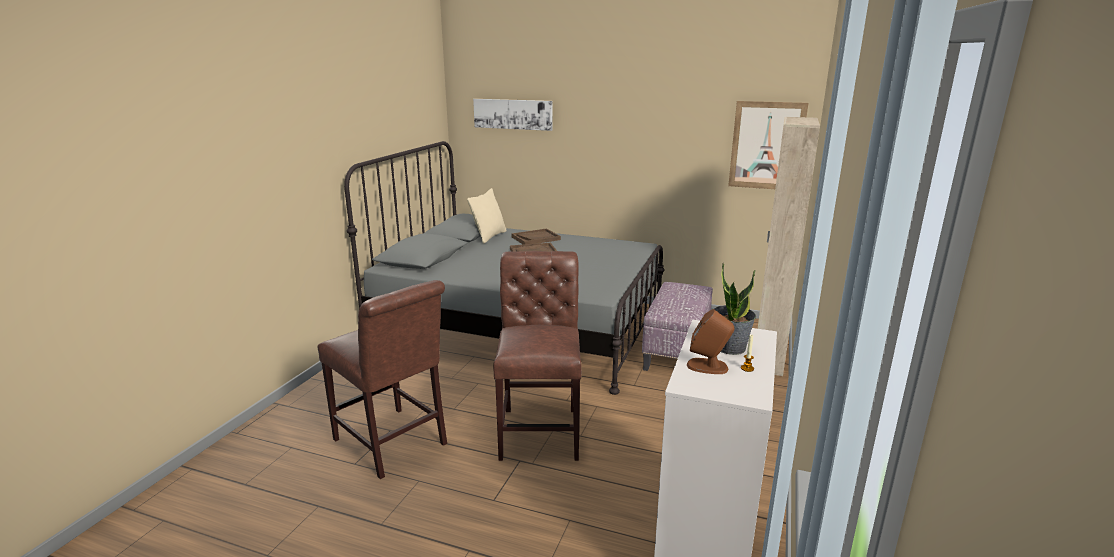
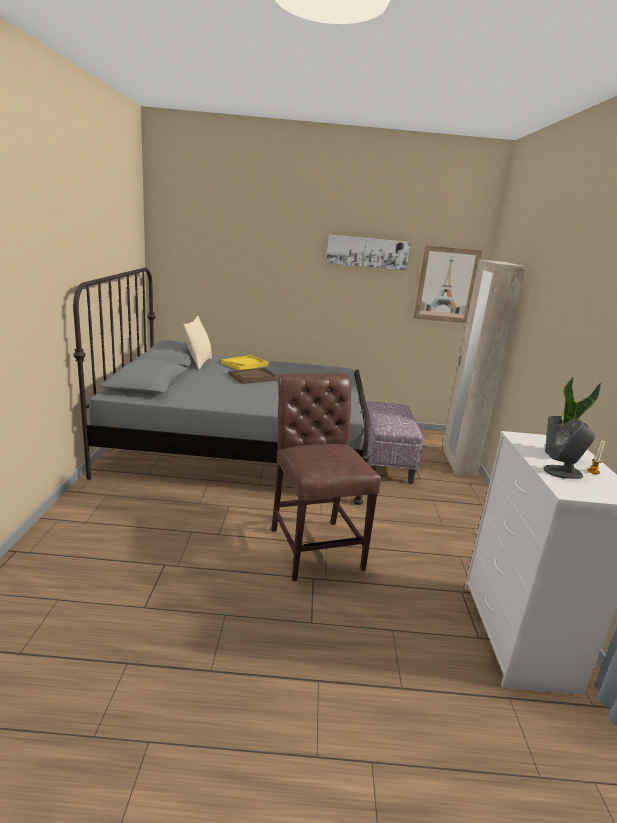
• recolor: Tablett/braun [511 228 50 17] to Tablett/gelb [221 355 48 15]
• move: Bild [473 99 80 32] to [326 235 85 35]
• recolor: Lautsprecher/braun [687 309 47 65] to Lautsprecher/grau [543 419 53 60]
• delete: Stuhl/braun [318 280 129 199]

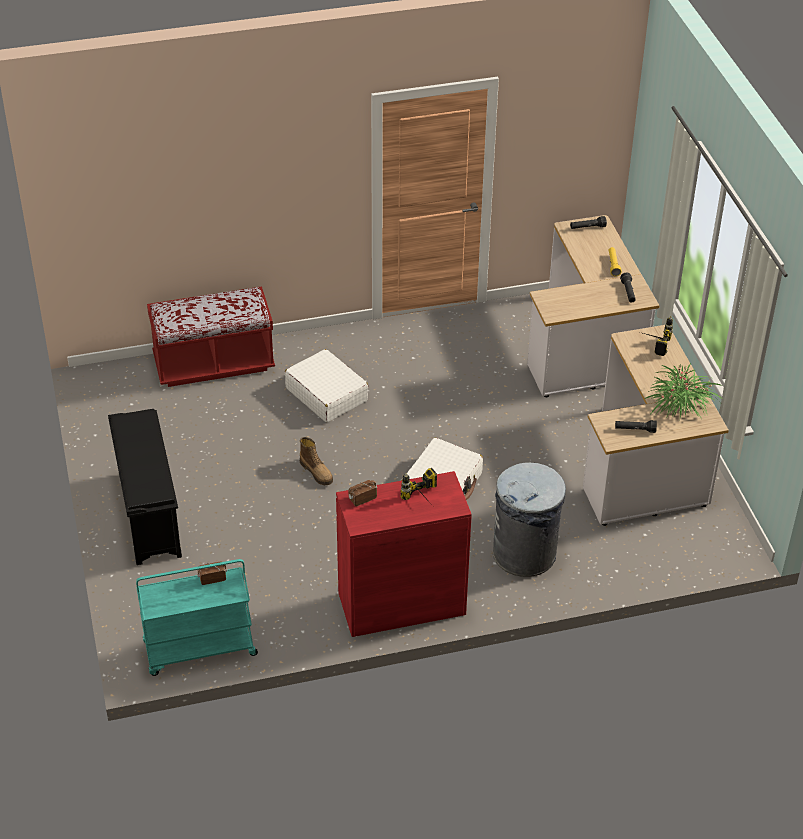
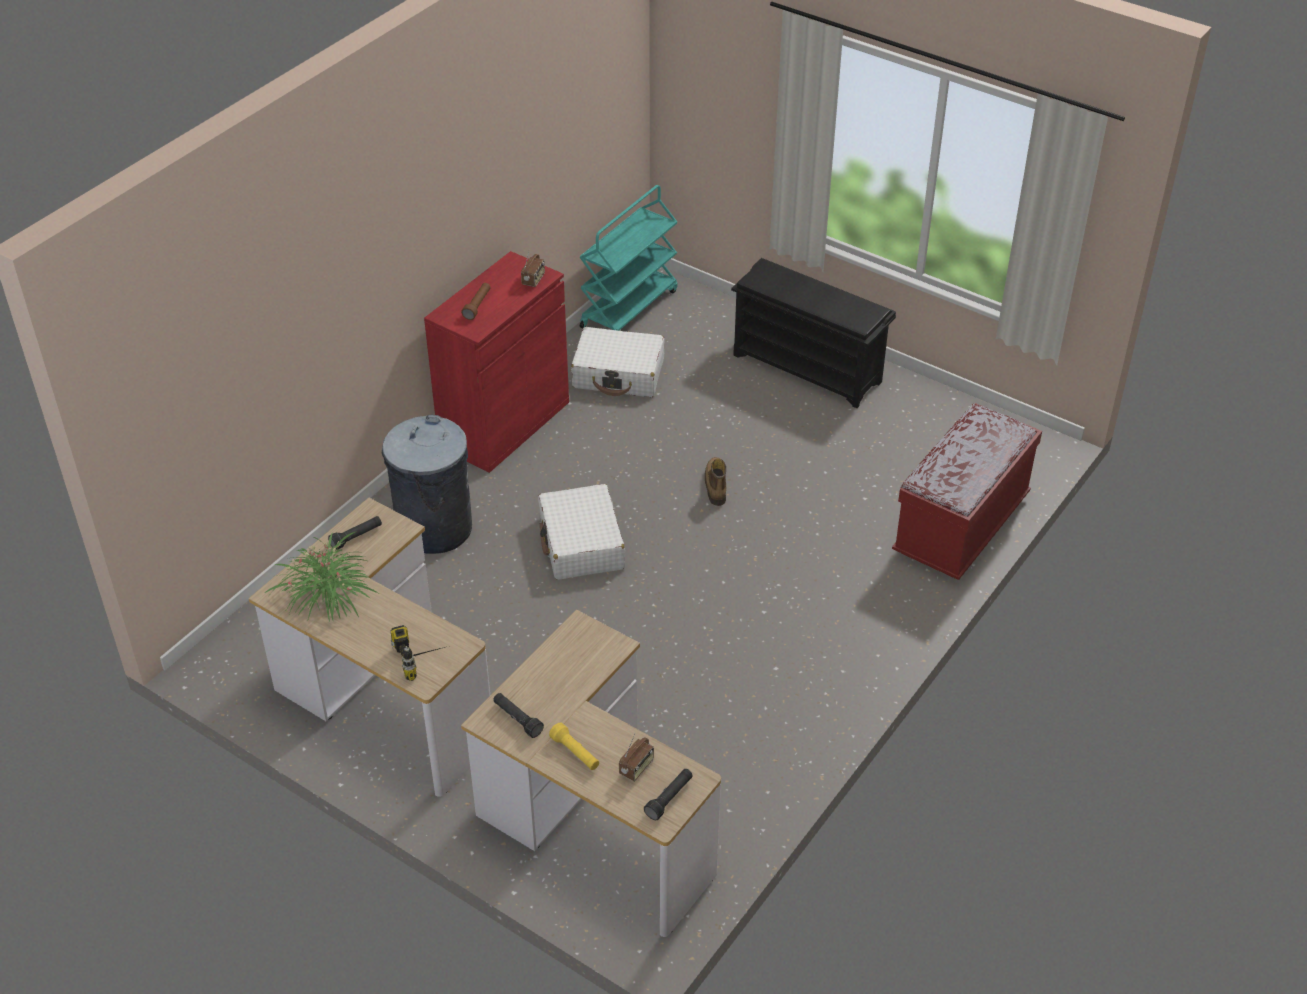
• replace: Bohrmaschine [400 468 37 36] to Taschenlampe/braun [461 283 30 37]
• move: Koffer/weiß [285 349 83 73] to [571 327 94 70]
• move: Radio [197 561 30 24] to [619 734 35 47]
• rotate: Stiefel [300 437 33 48] = [705 457 21 49] 75 degrees clockwise

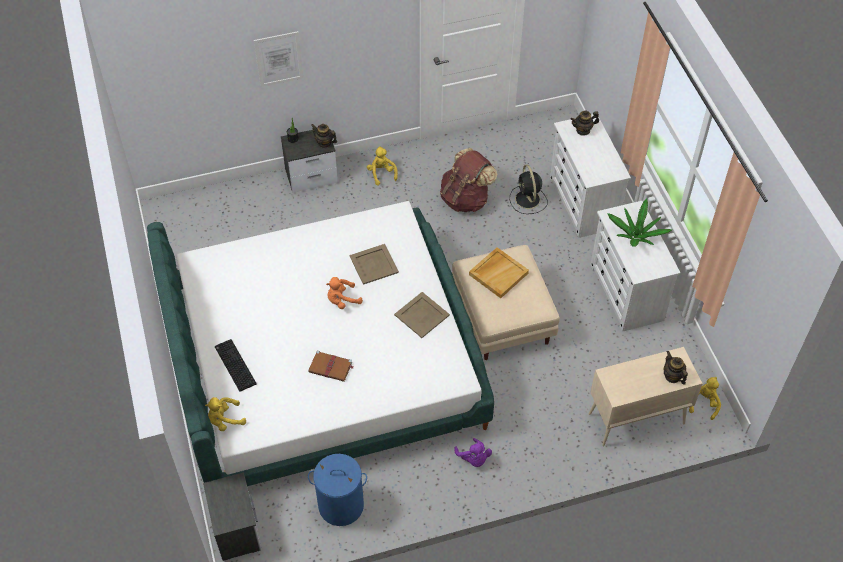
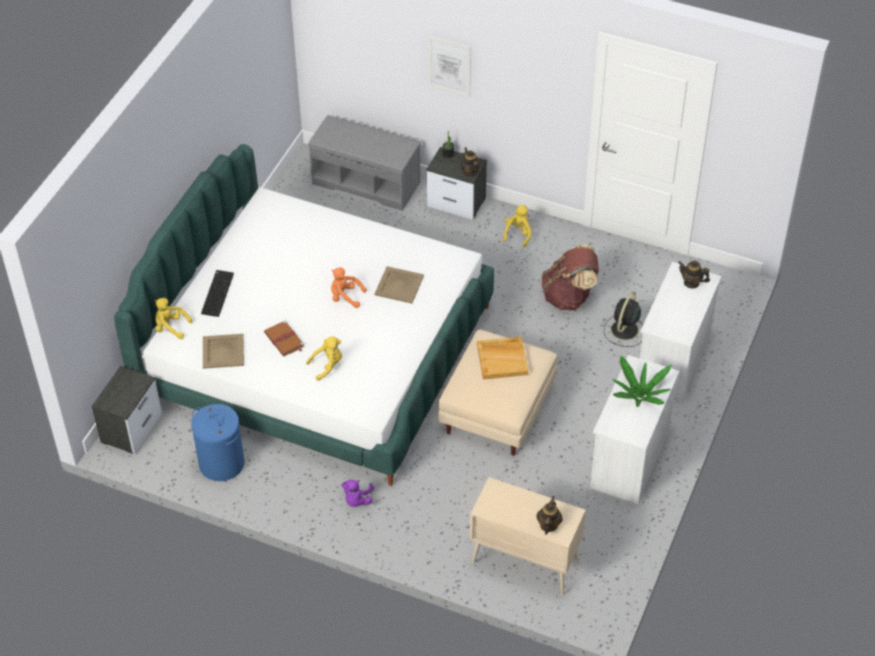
• move: Tablett/beige [394 292 56 46] to [203 334 41 35]
• move: Plüschtier/gelb [689 377 32 43] to [306 336 36 45]
• insert: Bank/grau [308 115 113 96]

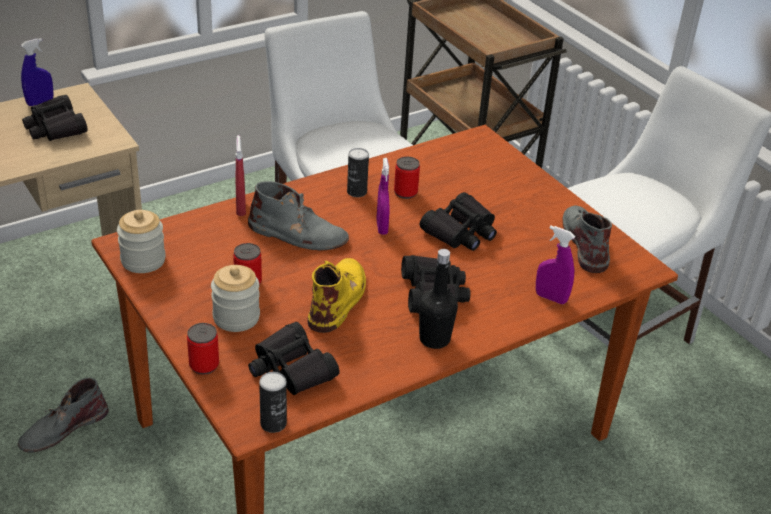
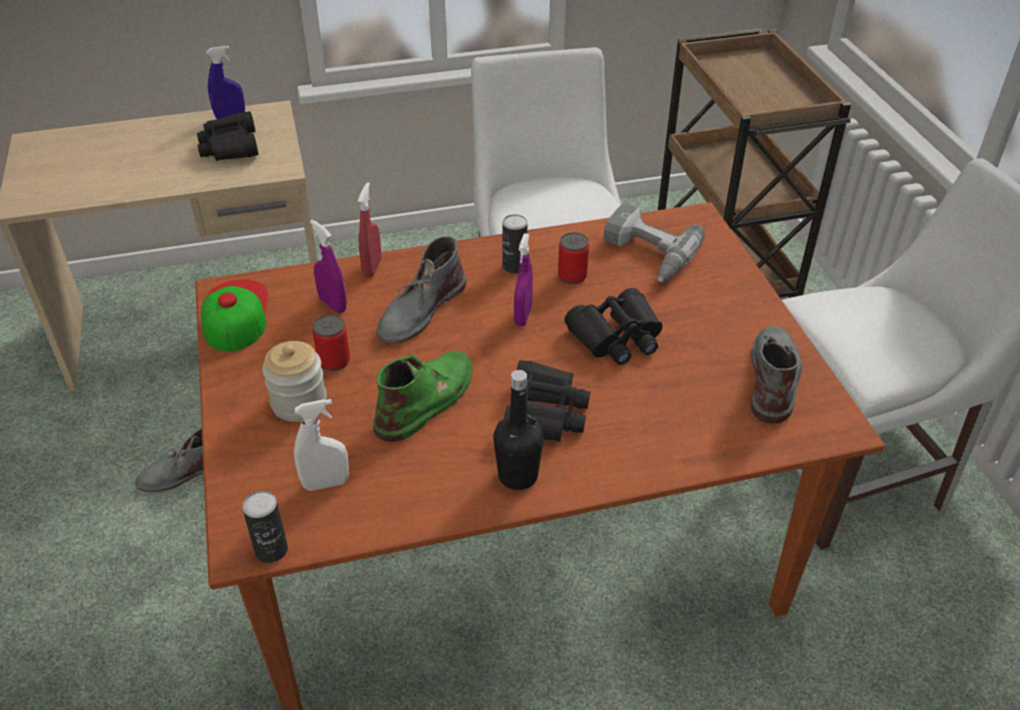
• replace: Vorratsglas [117 210 49 63] to Kappe [201 279 67 73]
• replace: Fernglas/schwarz [248 322 91 73] to Sprühflasche/weiß [294 399 55 92]
• move: Sprühflasche/lila [536 226 39 78] to [310 220 37 93]
• recolor: Stiefel/gelb [308 258 58 75] to Stiefel/grün [373 350 99 92]
• rotate: Stiefel/grau [248 181 101 70] = [376 236 90 108] 90 degrees clockwise
• insert: Bohrmaschine [603 203 102 79]
• delete: Dose [187 323 32 52]

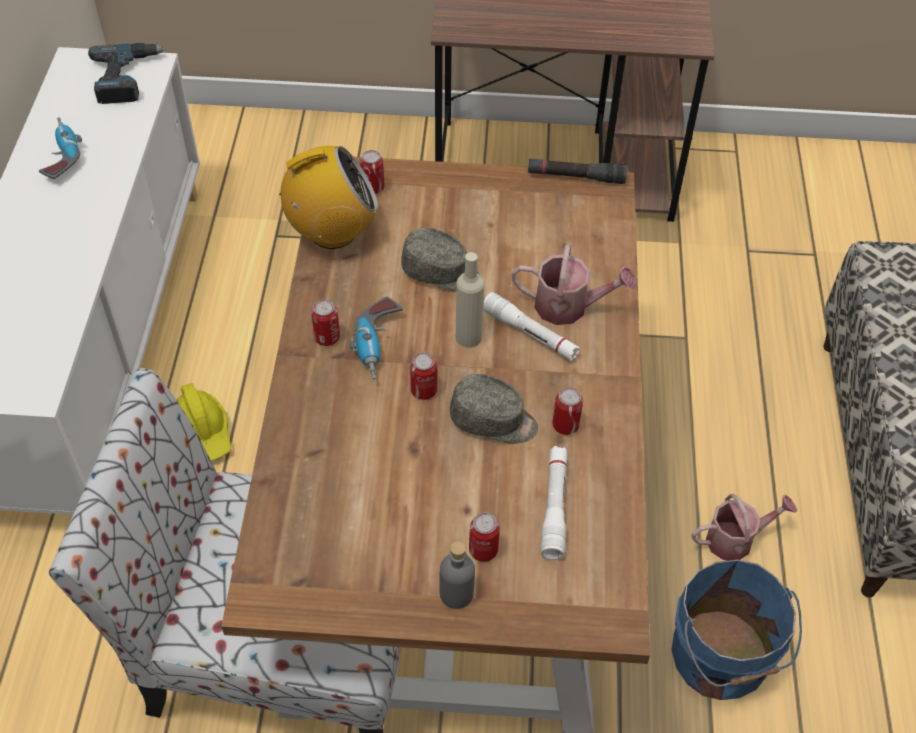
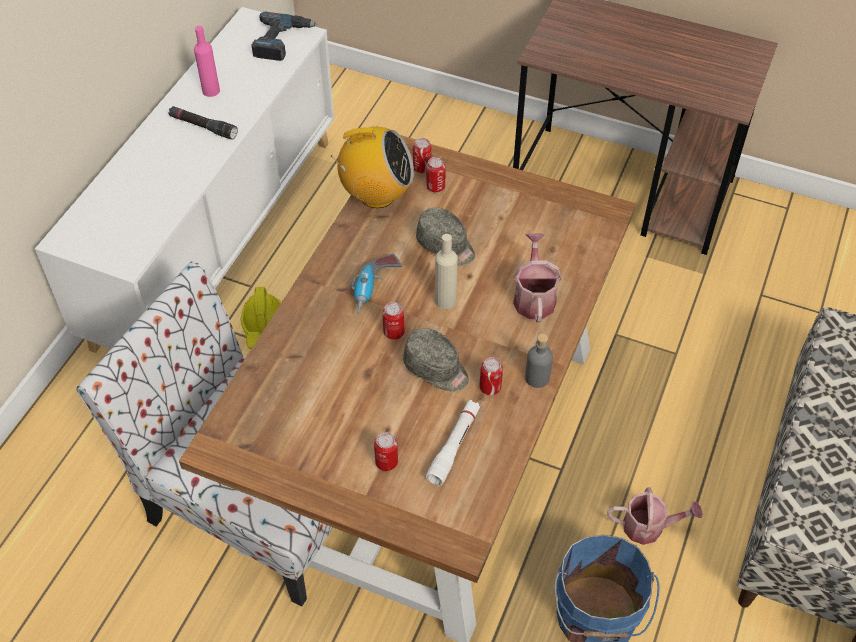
• move: Taschenlampe/schwarz [528 159 99 25] to [168 106 70 34]
• replace: Bohrmaschine [39 118 43 61] to Flasche/rosa [194 26 26 71]
• move: Dose [311 299 29 47] to [426 157 19 35]
• rotate: Gießkanne [512 244 125 81] = [513 234 49 88] 120 degrees counterclockwise
• move: Flasche/grau [439 541 36 68] to [525 334 28 54]
• delete: Taschenlampe/weiß [483 292 97 69]

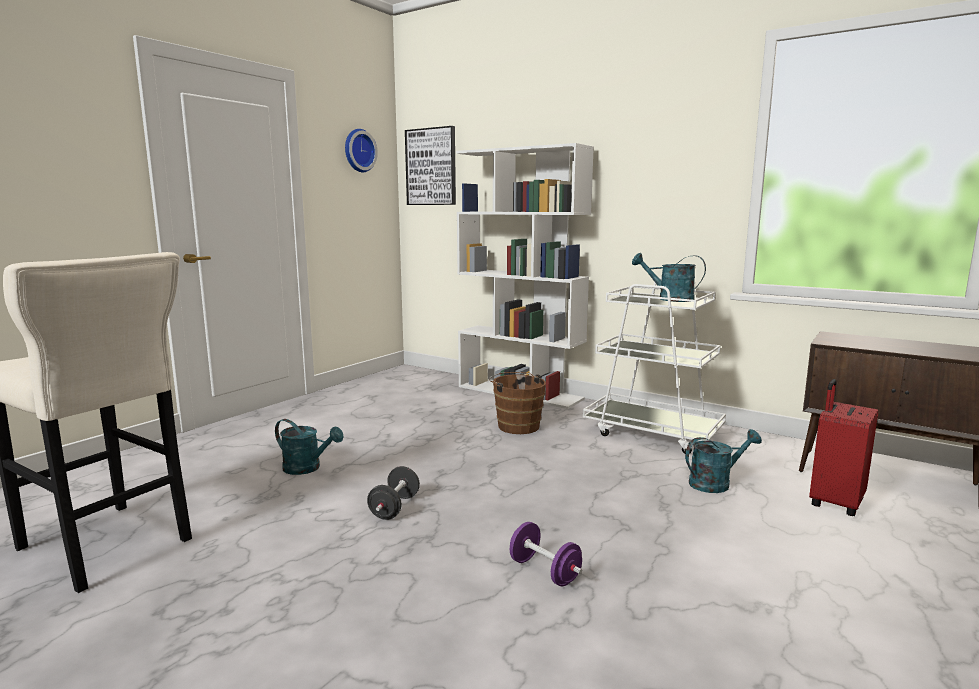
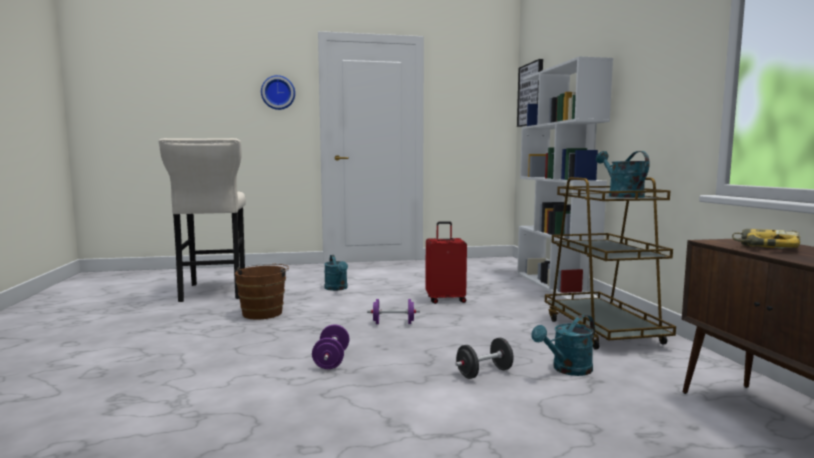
• move: Eimer/braun [489 372 57 62] to [235 264 54 56]
• move: Wanduhr [345 129 33 43] to [261 75 34 35]
• insert: Hantel/lila [367 299 53 25]
• move: Koffer/rot [809 379 69 138] to [425 221 42 83]
• move: Hantel/schwarz [367 466 53 54] to [455 338 58 41]
• rotate: Gießkanne/türkis [685 429 77 64] = [531 314 64 62] 120 degrees clockwise
• recolor: Rollwagen/weiß [583 277 143 177] to Rollwagen/braun [545 177 131 173]
• insert: Bohrmaschine [732 229 68 20]

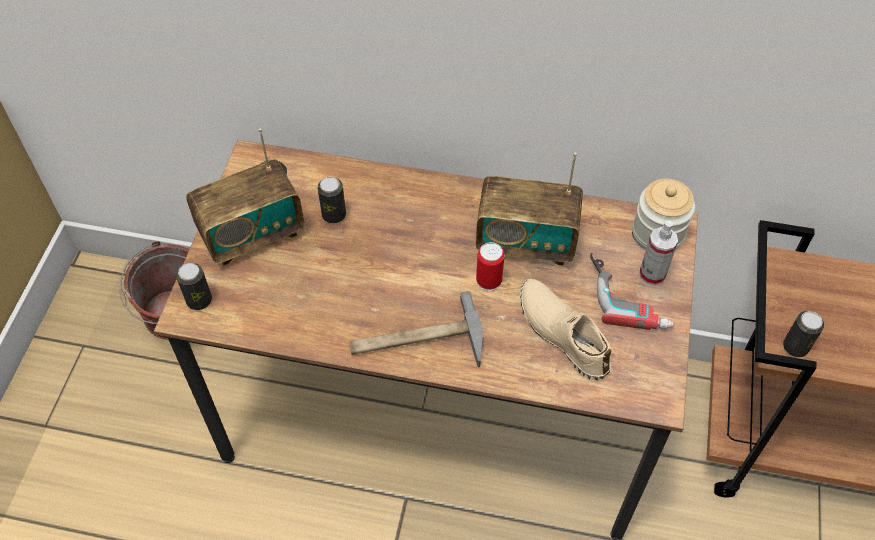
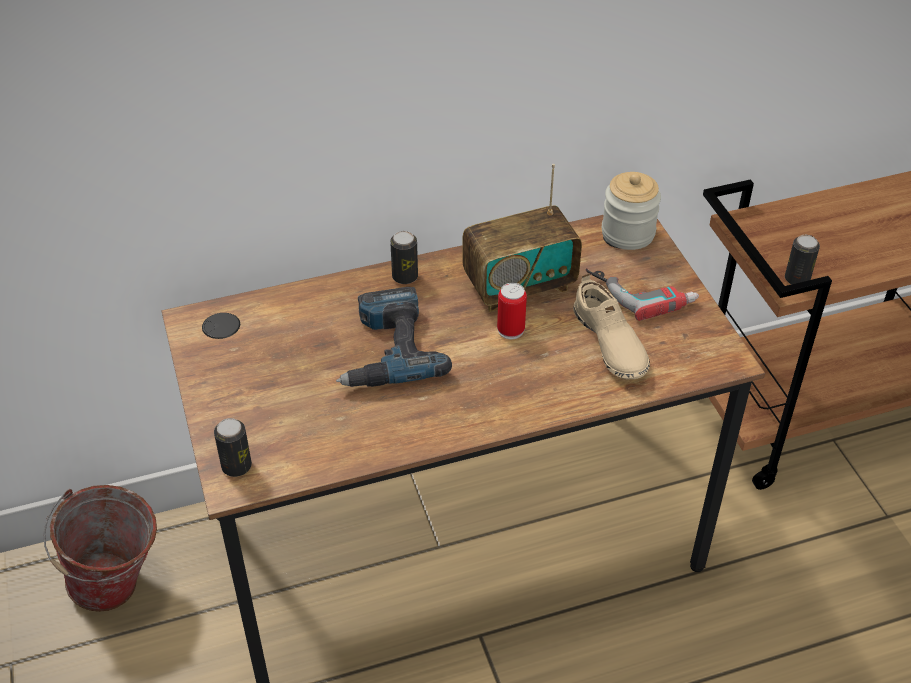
• insert: Bohrmaschine [336 287 116 100]
• move: Dose [318 177 28 46] to [390 231 28 53]
• rotate: Schuh/beige [520 279 91 102] = [573 274 77 105] 135 degrees counterclockwise
• delete: Radio [186 128 118 138]
• delete: Hammer [349 291 134 77]
• delete: Sprühflasche [639 221 39 65]

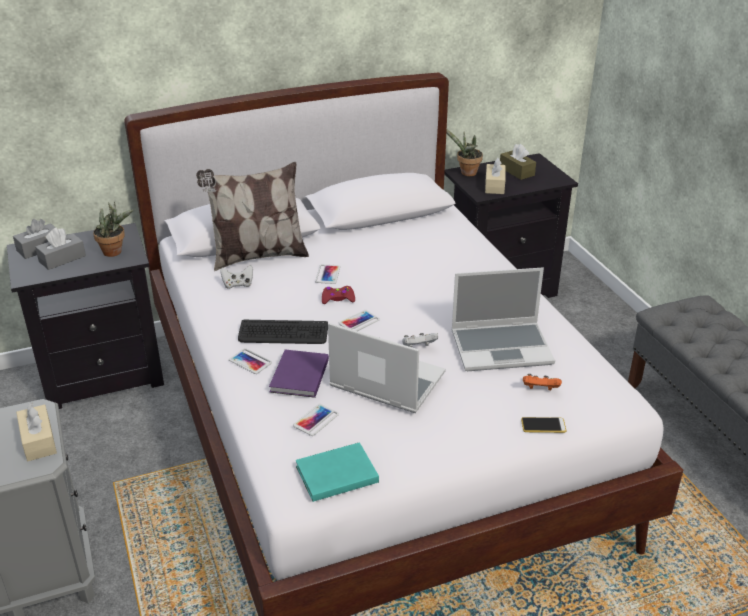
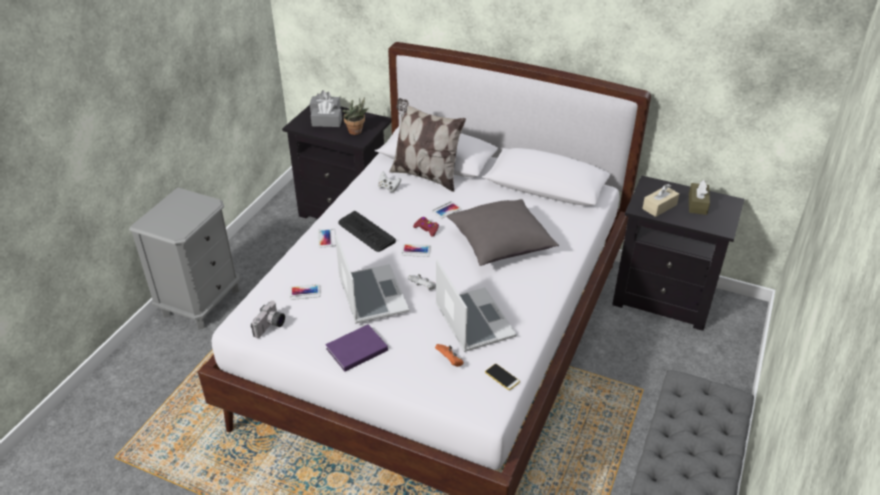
• replace: Buch/türkis [296 442 83 60] to Kamera [251 301 34 37]
• move: Buch/lila [269 350 60 48] to [325 324 63 48]
• rotate: Laptop [451 267 104 104] = [436 260 81 92] 150 degrees counterclockwise
• insert: Kissen/grau [447 199 112 67]
• move: Handy [521 417 45 16] to [485 364 35 26]
• delete: Taschentuchbox/beige [16 402 41 59]
• delete: Topfpflanze [446 130 37 46]

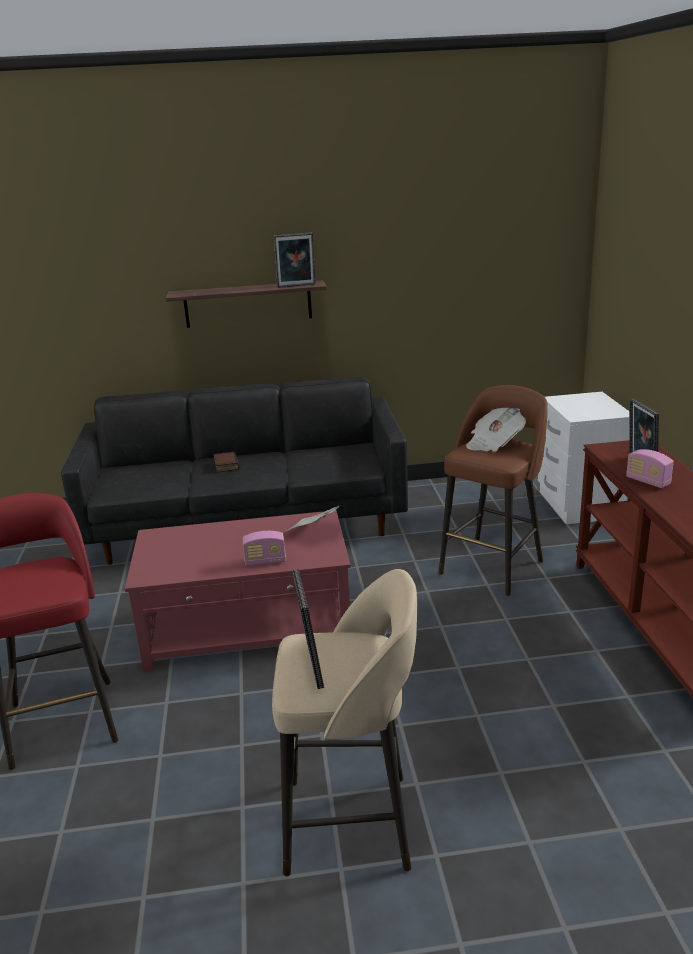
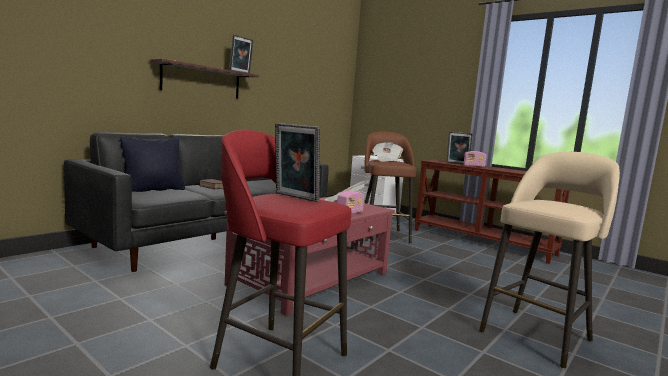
• insert: Kissen/schwarz [120 137 65 55]
• move: Bilderrahmen [292 569 32 120] to [275 123 45 79]

